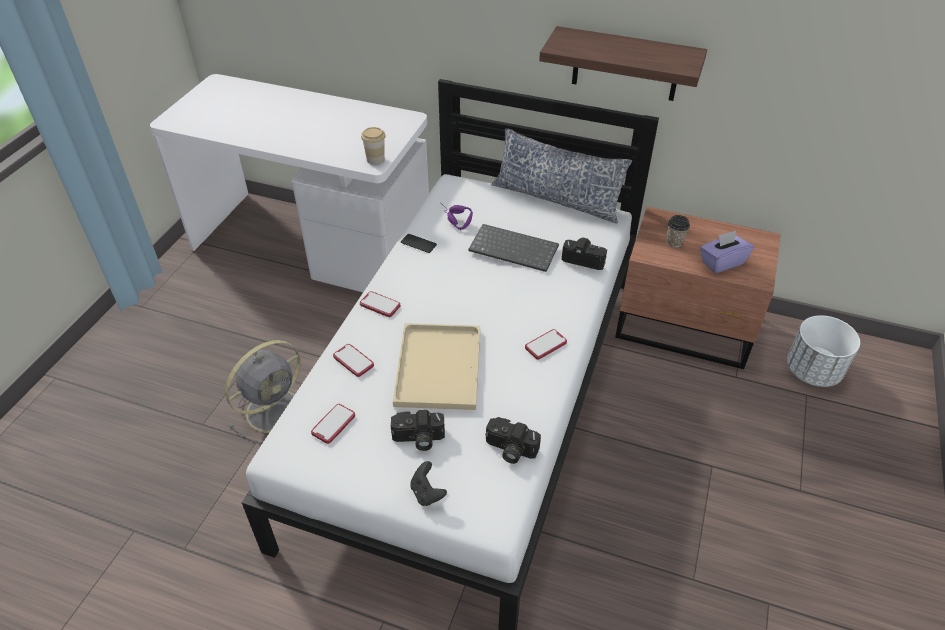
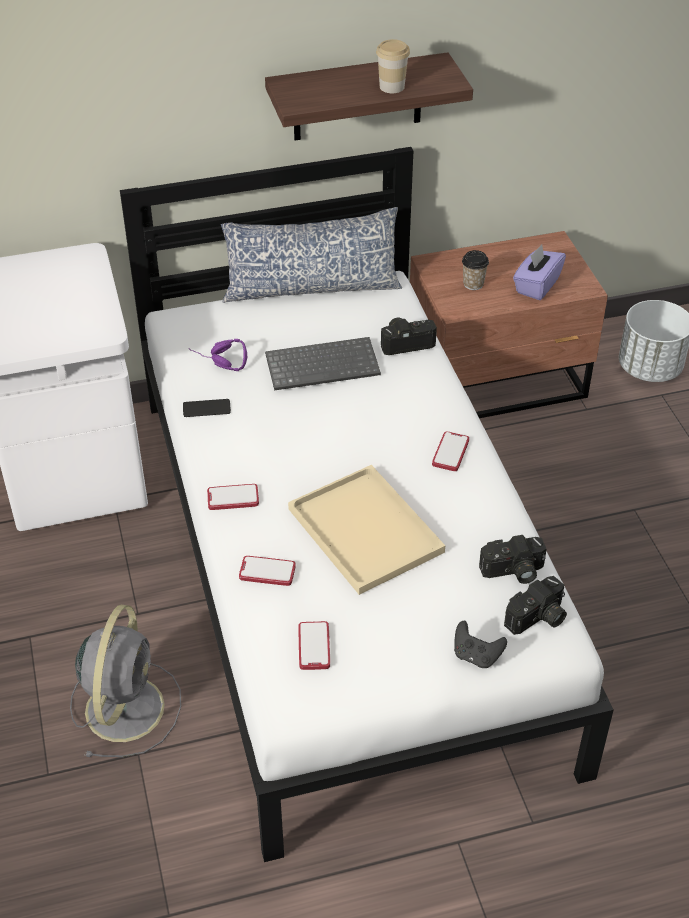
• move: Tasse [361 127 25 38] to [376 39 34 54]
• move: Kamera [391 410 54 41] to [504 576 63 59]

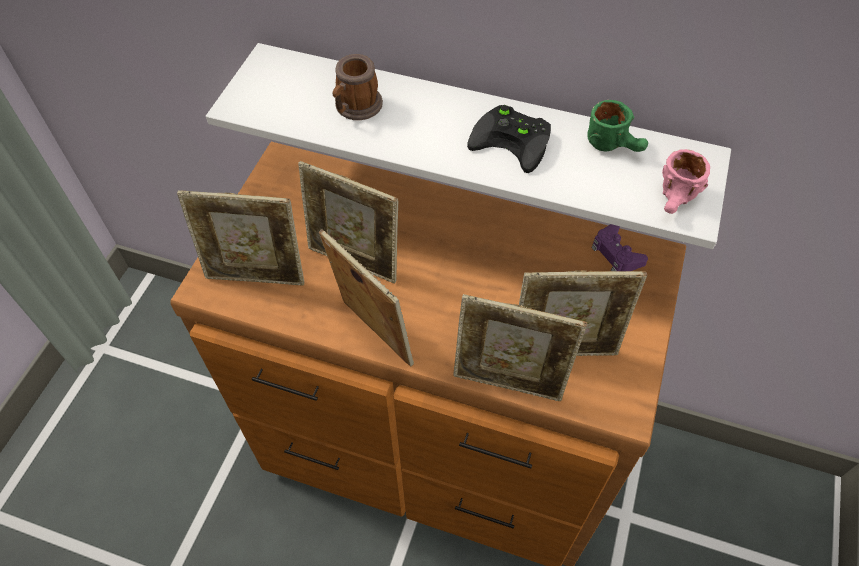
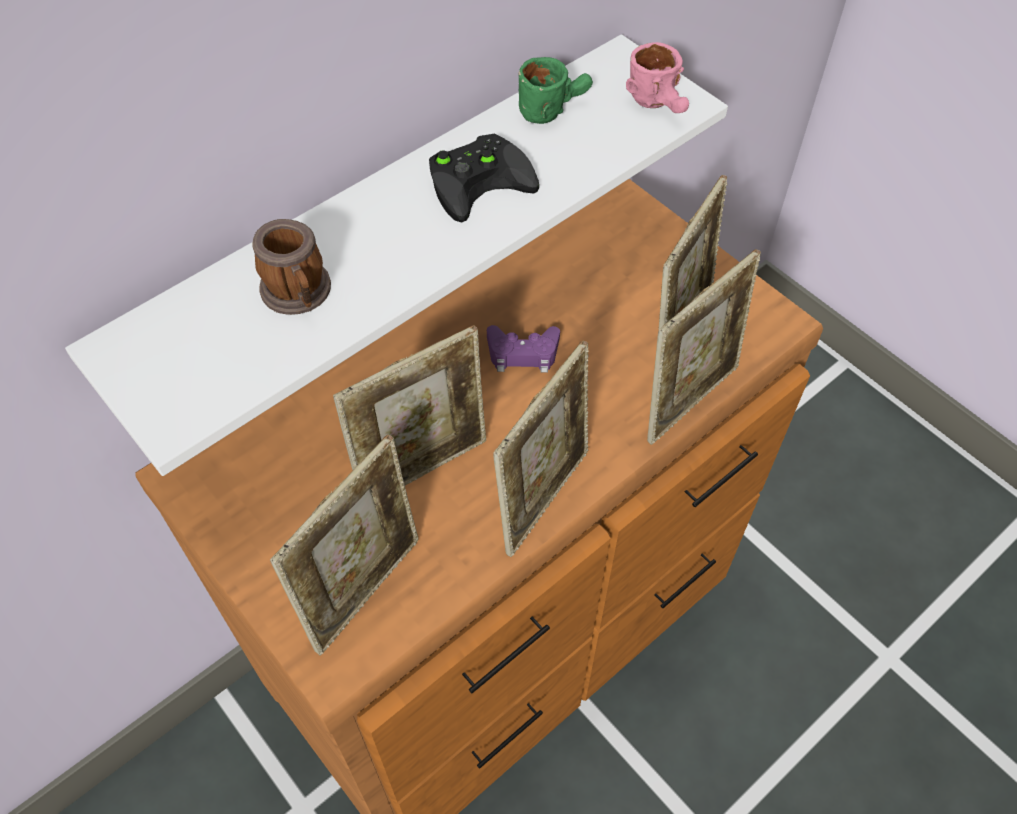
• move: Gamepad/lila [591 224 57 47] to [487 325 73 48]
• rotate: Bilderrahmen [319 229 95 137] = [493 341 96 216] 135 degrees clockwise

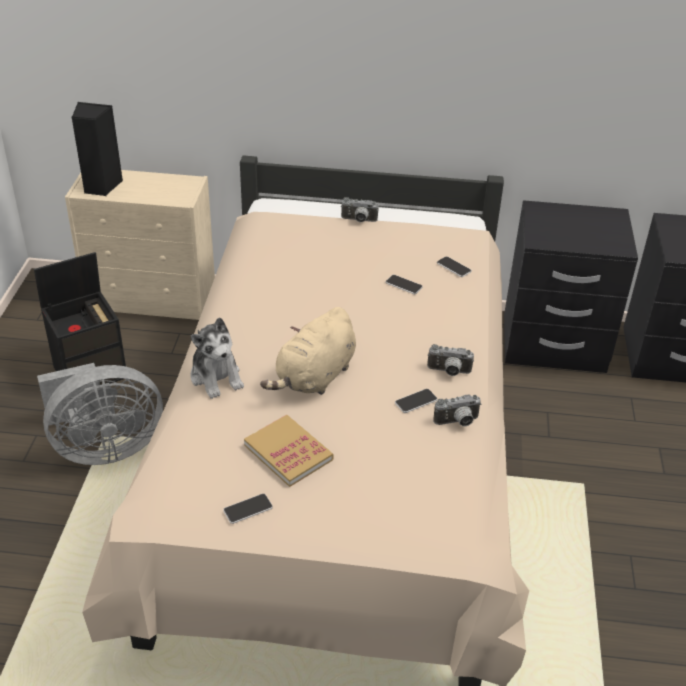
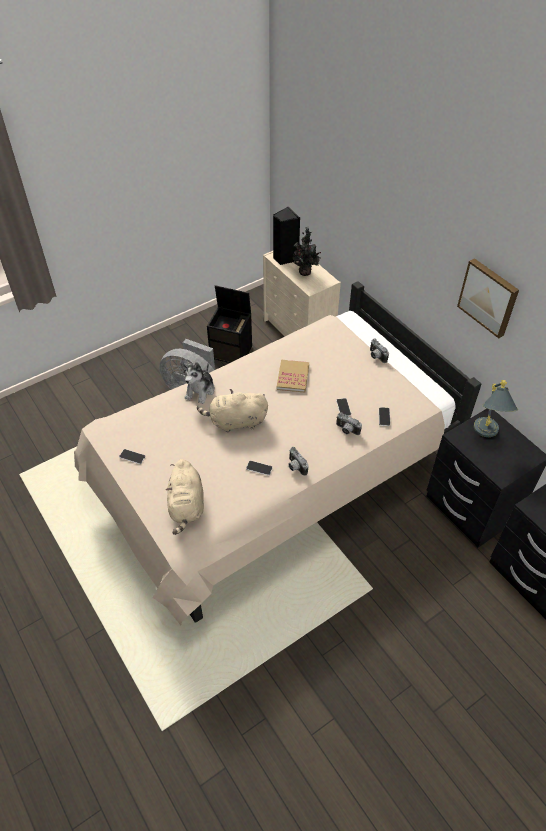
• insert: Plüschtier/beige [166 459 38 76]
• move: Buch [244 415 90 72] to [277 360 32 33]
• insert: Topfpflanze [293 227 28 49]
• move: Kamera [433 394 49 33] to [336 412 26 23]
• insert: Bild [457 258 62 80]
• insert: Tischlampe/grau [474 380 44 57]

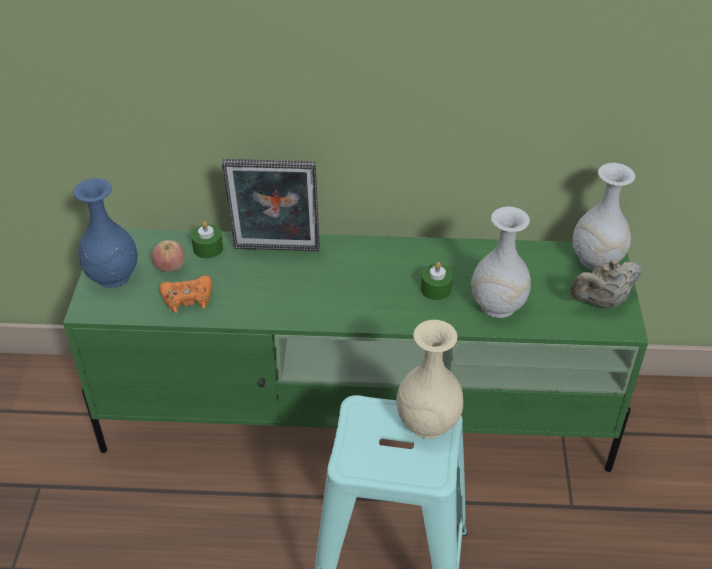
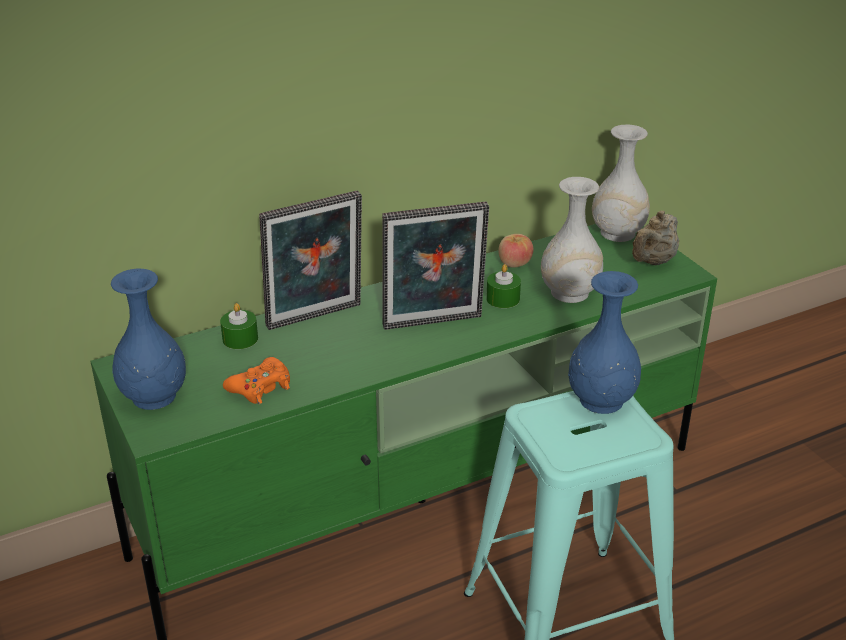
• insert: Bilderrahmen [382 202 107 128]
• move: Apfel [152 240 33 32] to [498 234 36 34]
• recolor: Vase/beige [396 320 67 119] to Vase/blau [568 271 73 143]

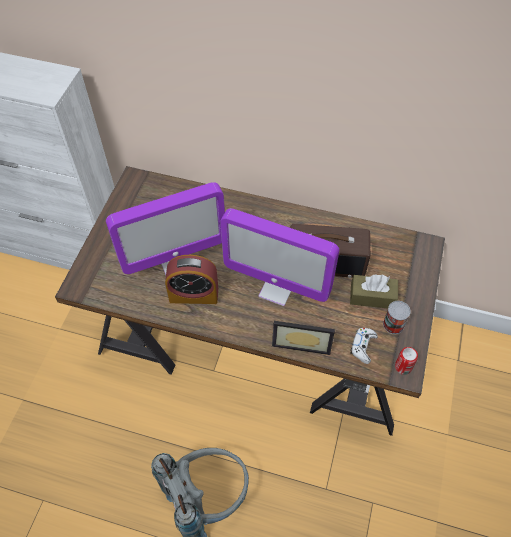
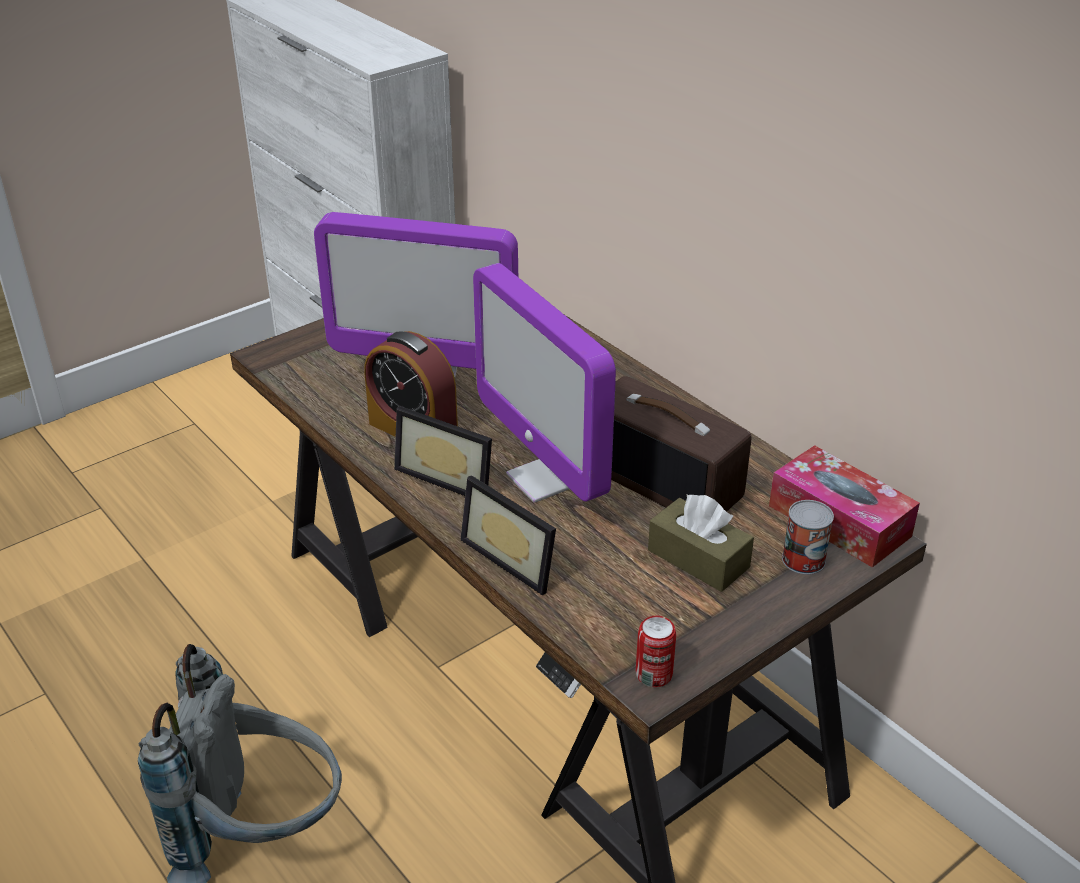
• insert: Bilderrahmen [394 406 98 90]
• insert: Taschentuchbox [769 445 151 123]
• move: Dose [383 301 28 33] to [782 500 52 75]
• delete: Gamepad/weiß [350 328 28 36]

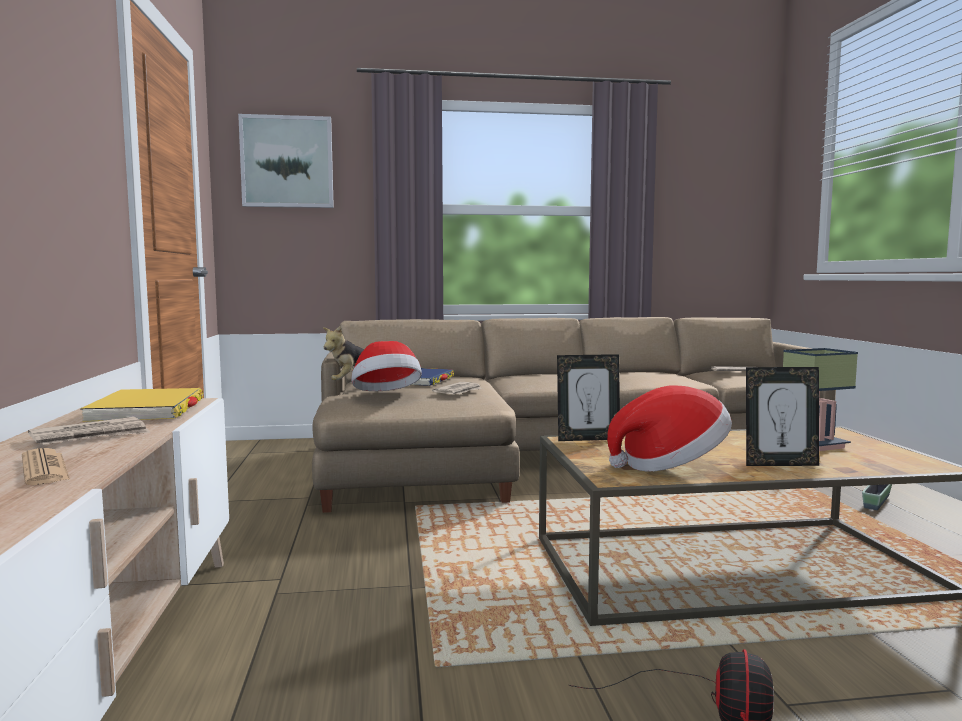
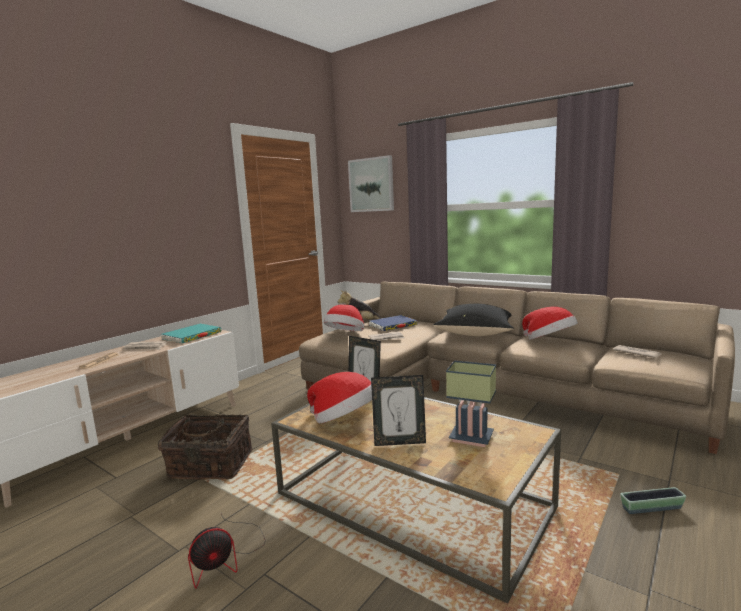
• insert: Korb [158 414 95 66]
• recolor: Buch/gelb [80 388 123 35] to Buch/türkis [161 324 60 19]
• rotate: Bilderrahmen [746 367 73 99] = [371 375 55 71] 45 degrees counterclockwise
• insert: Kissen/schwarz [434 304 80 32]
• insert: Hut [522 307 56 33]

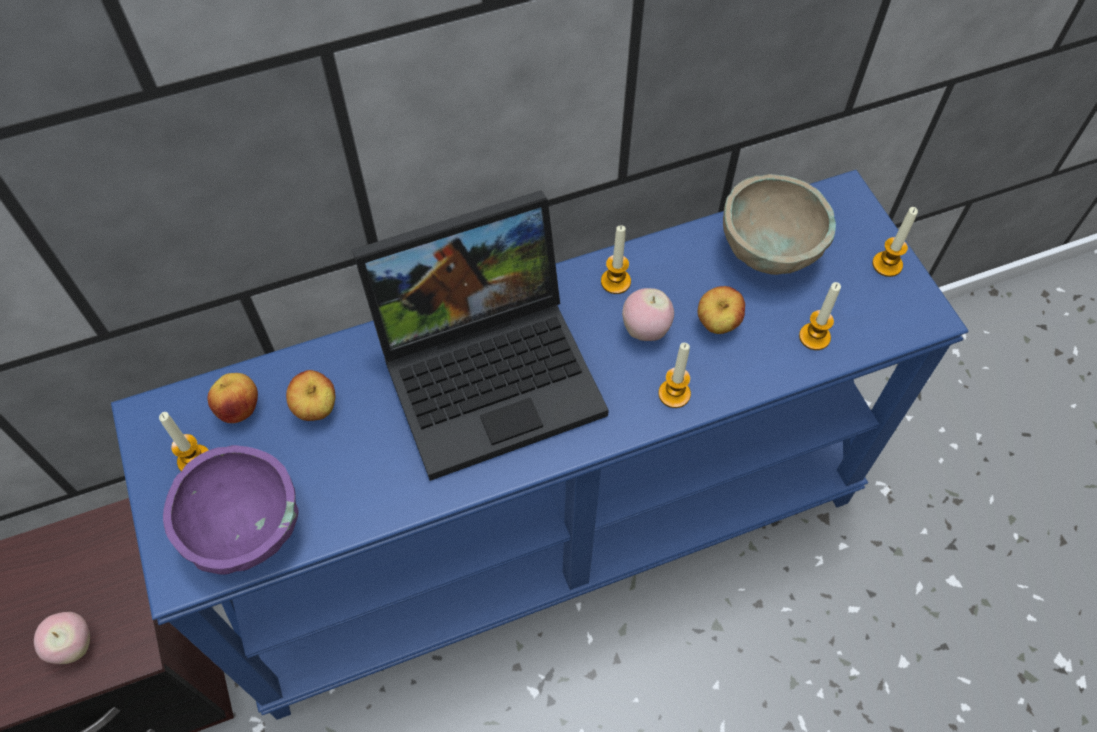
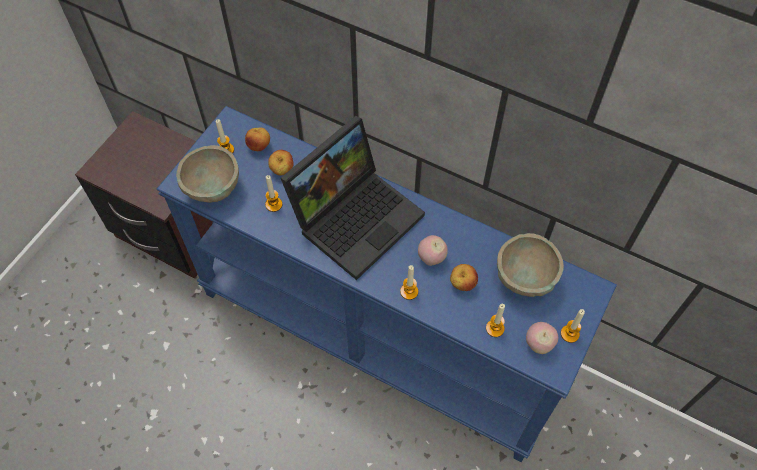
• recolor: Schüssel/lila [163 445 136 129] to Schüssel/beige [176 145 63 58]
• move: Kerze [601 225 30 69] to [265 175 18 37]
• rotate: Laptop [352 190 257 291] = [281 116 144 164] 75 degrees counterclockwise
• move: Apfel [34 612 56 52] to [526 322 32 32]

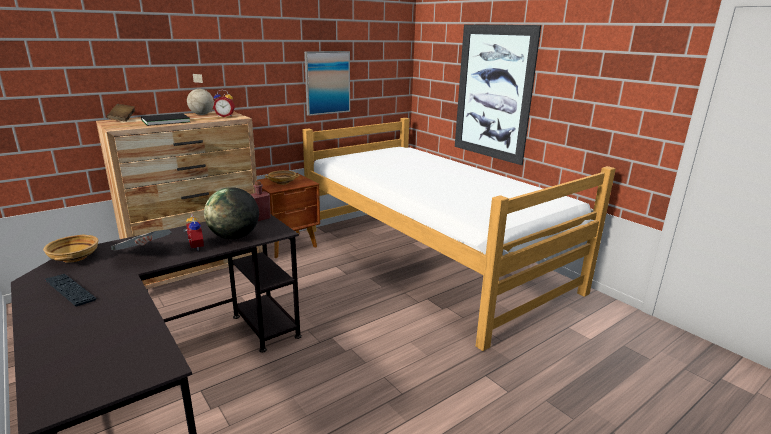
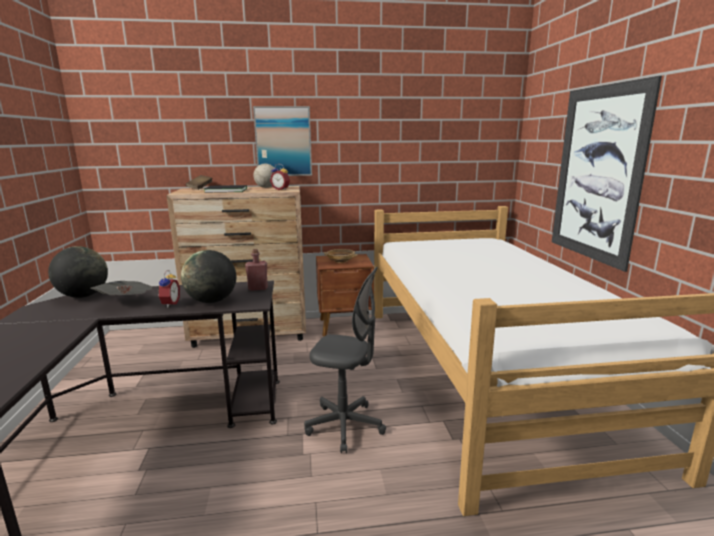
• replace: Schüssel/beige [43 234 55 29] to Globus [48 246 60 52]
• move: Bild [304 51 46 65] to [253 106 59 70]
• insert: Bürostuhl/grau [304 267 82 186]
• delete: Tastatur [44 274 53 32]

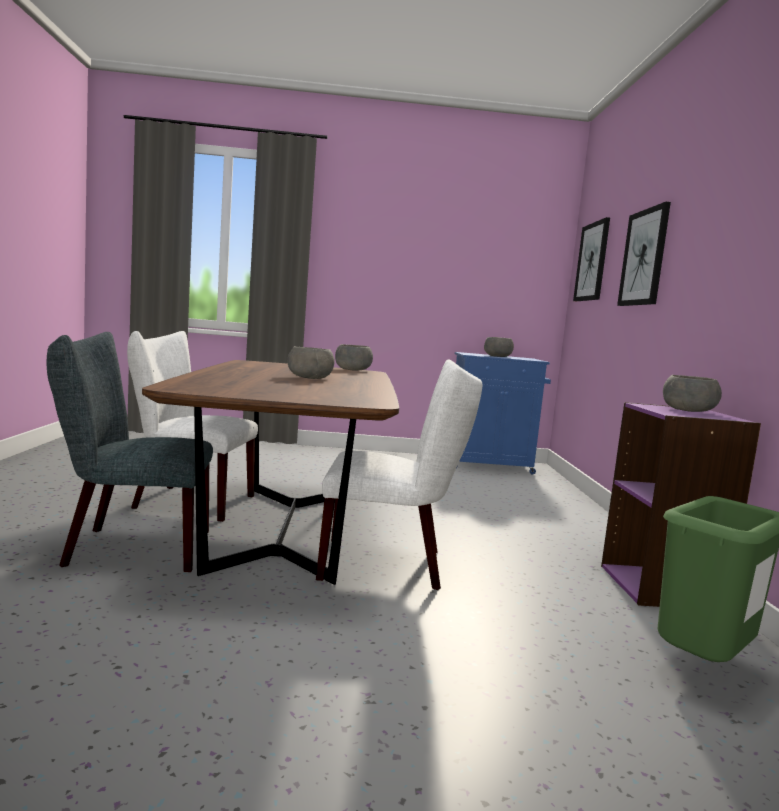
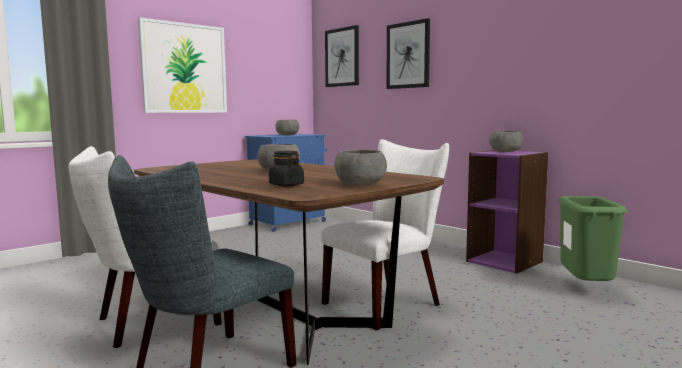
• insert: Bild [138 17 89 96]
• insert: Vorratsglas/schwarz [269 151 35 35]
• move: Schüssel/grau [335 344 38 26] to [334 150 53 36]

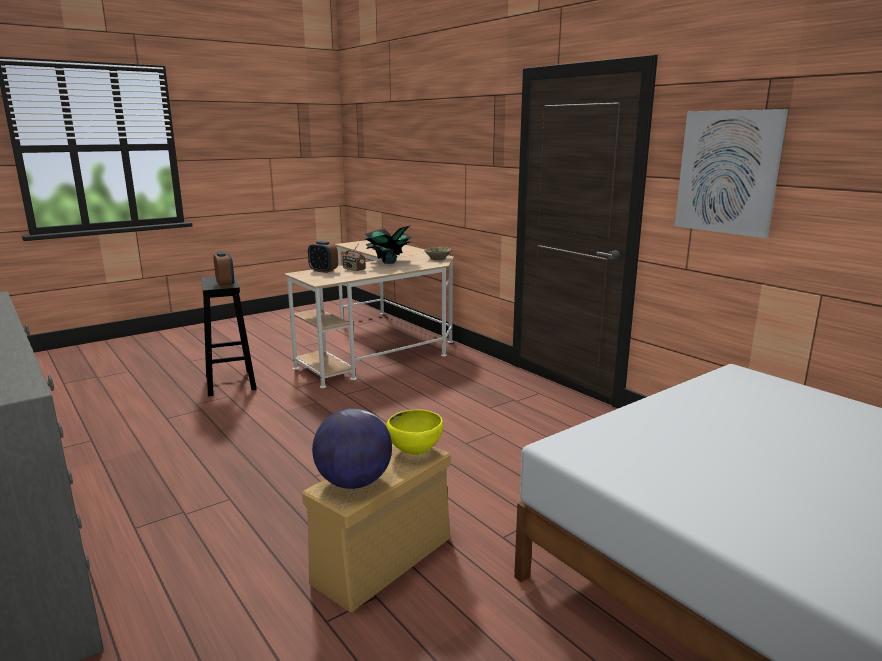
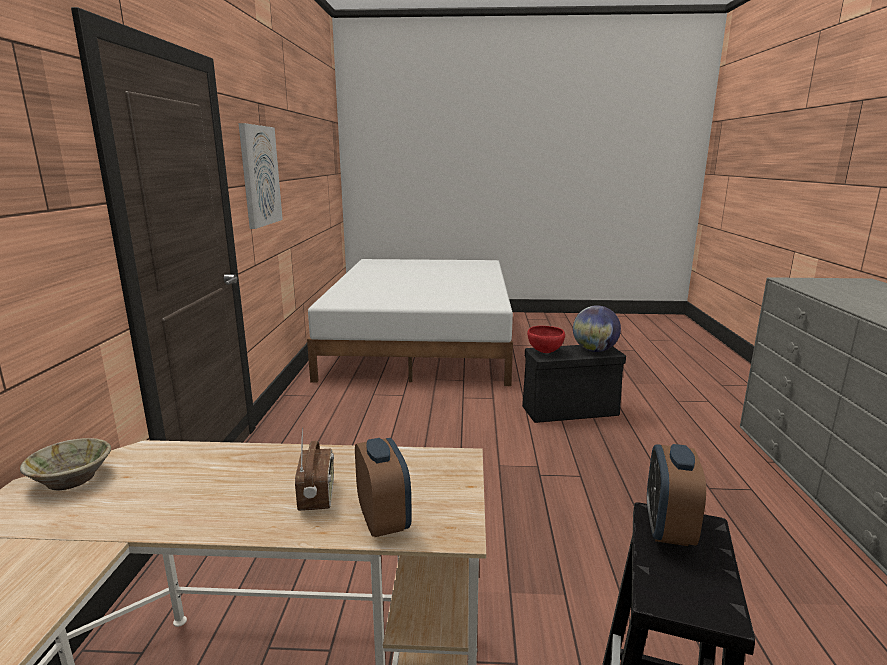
• recolor: Aufbewahrungsbox/beige [302 444 149 169] to Aufbewahrungsbox/schwarz [522 345 104 78]
• recolor: Schüssel/gelb [386 409 57 46] to Schüssel/rot [527 326 38 27]
• delete: Topfpflanze [362 225 51 39]

